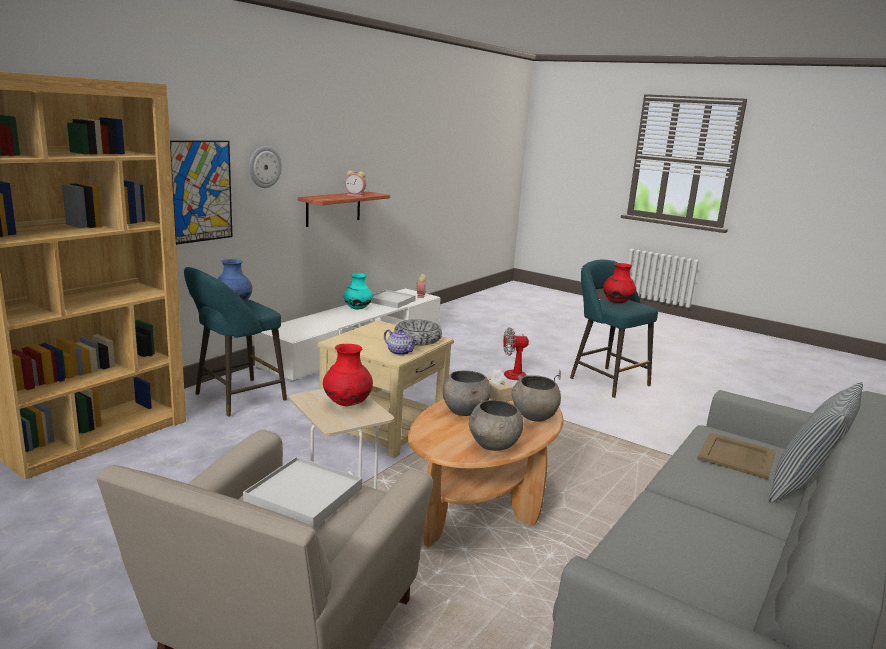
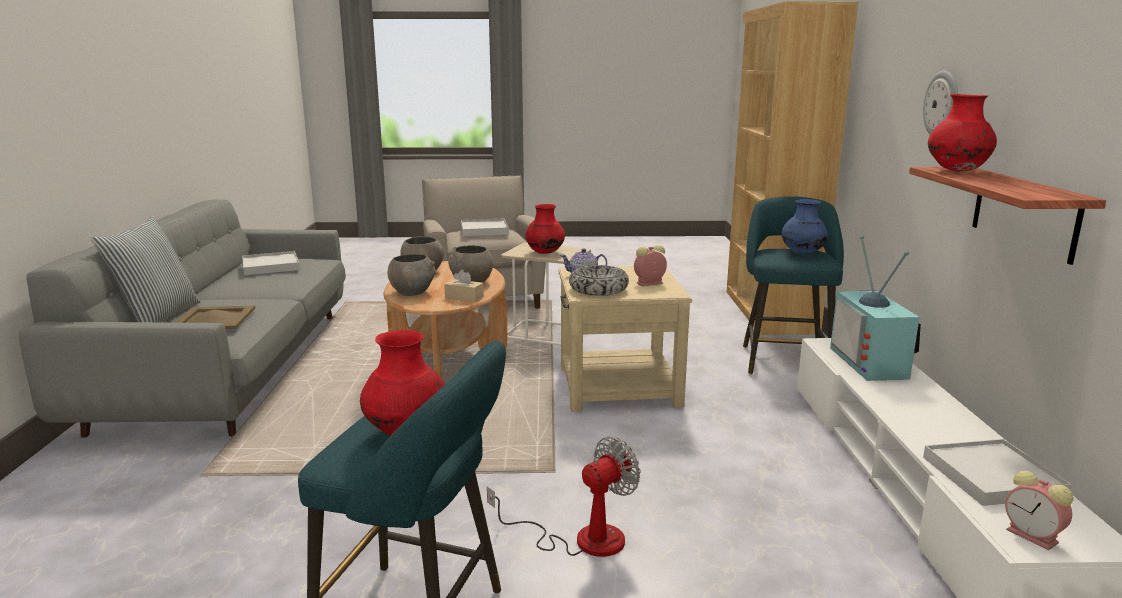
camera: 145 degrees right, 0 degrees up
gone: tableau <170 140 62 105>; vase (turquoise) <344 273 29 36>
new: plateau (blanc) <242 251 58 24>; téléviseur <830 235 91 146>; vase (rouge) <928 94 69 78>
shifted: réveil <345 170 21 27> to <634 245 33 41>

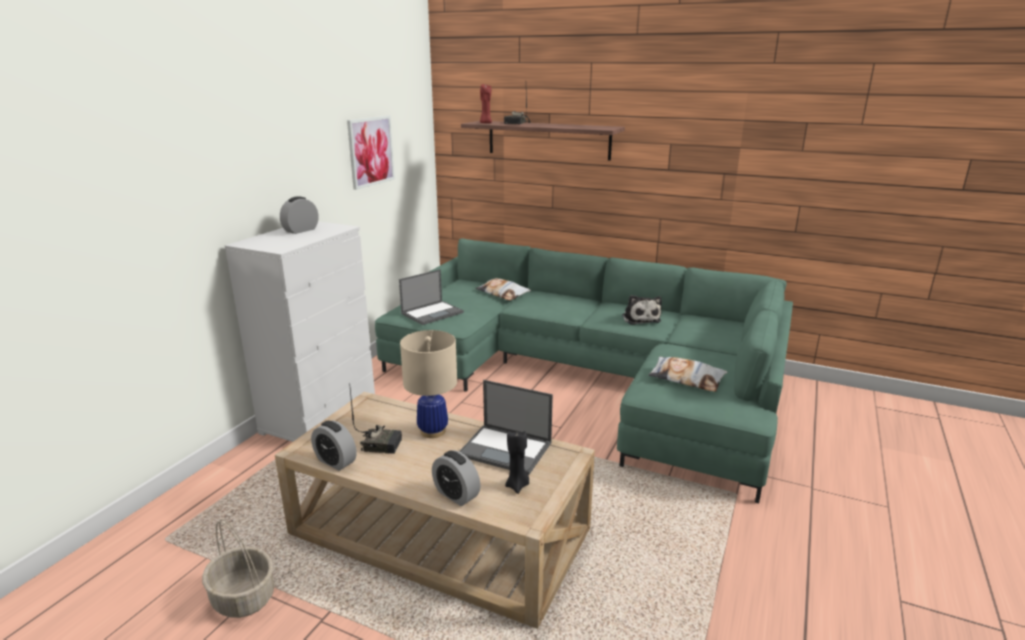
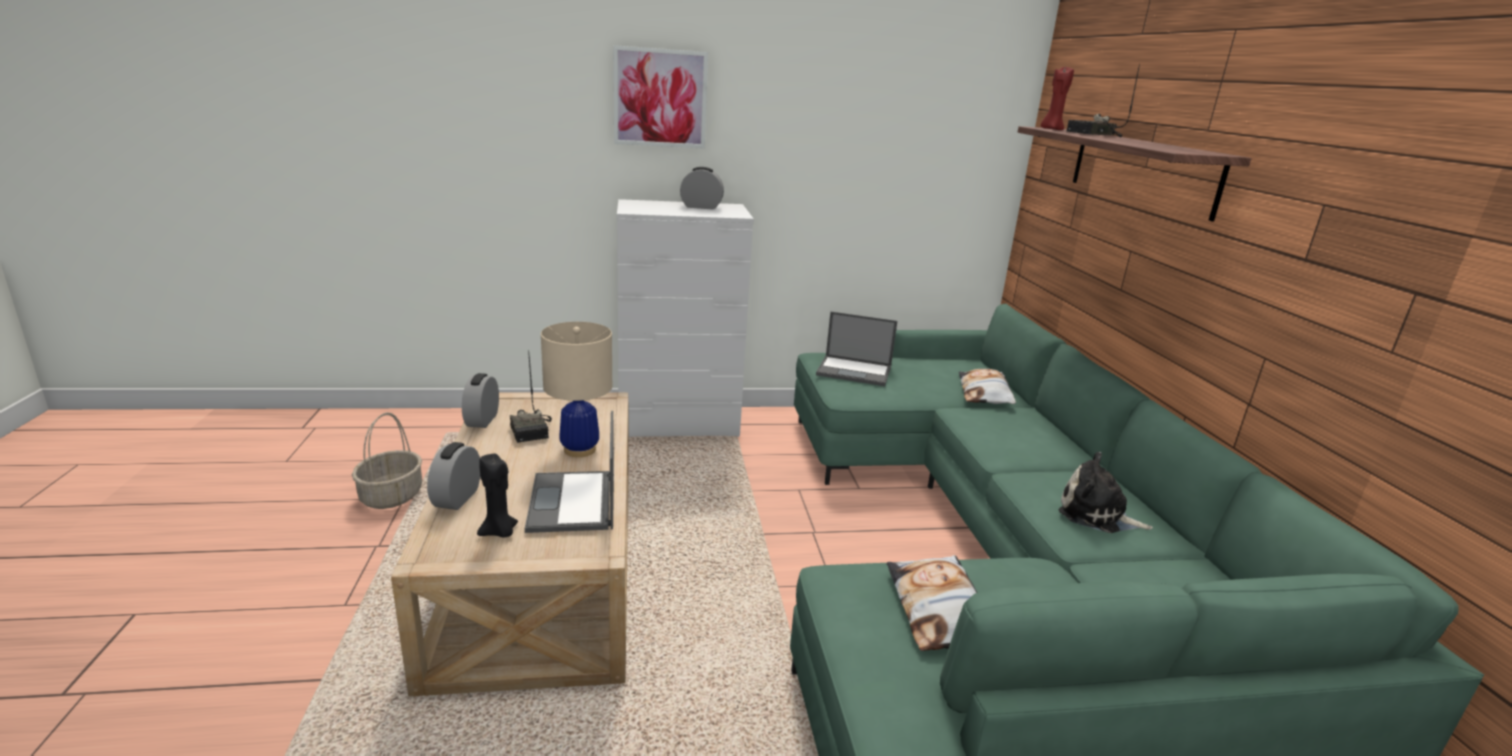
camera: 55 degrees right, 0 degrees up
shifted: tableau <347 115 48 75> to <613 45 95 104>
rotated: peluche <622 295 40 30> = <1058 452 95 81> 75 degrees clockwise

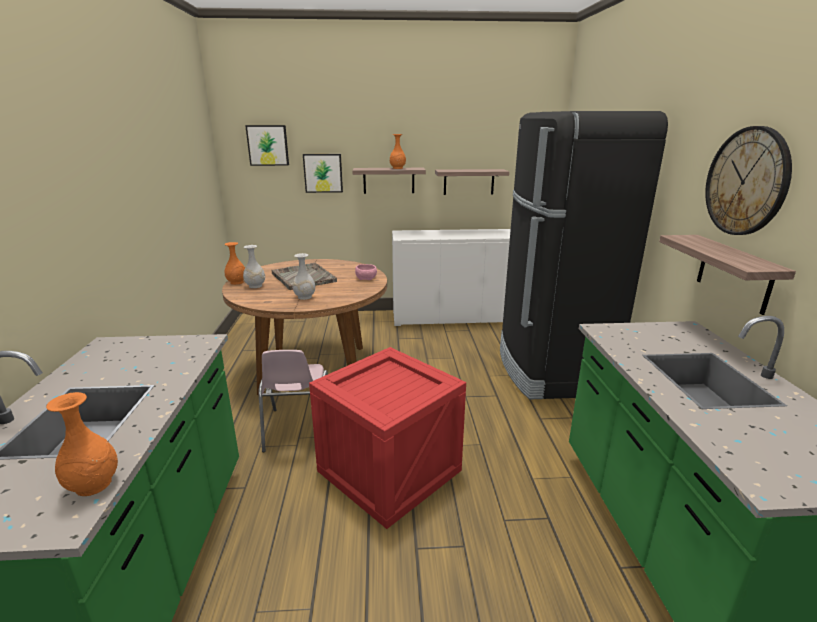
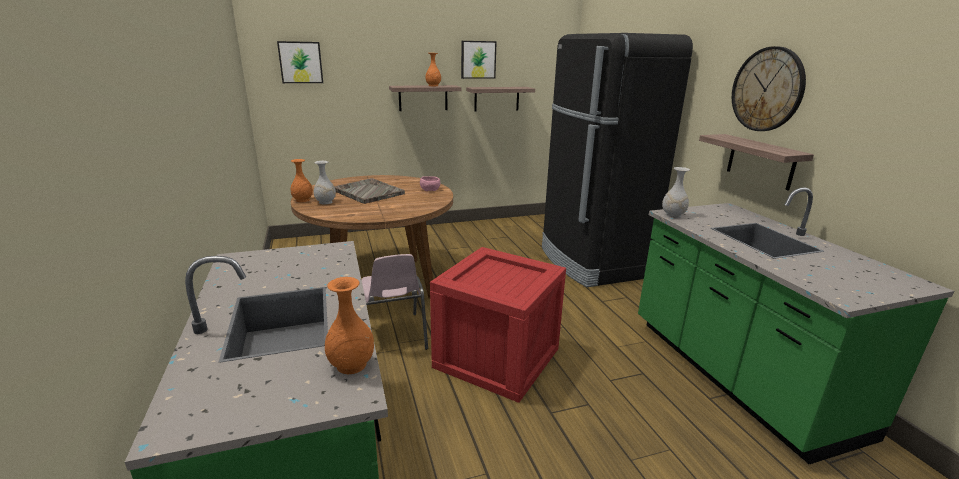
camera: 15 degrees left, 0 degrees up
gone: meuble de rangement (blanc) <392 229 119 97>
shifted: vase (blanc) <293 253 22 47> to <662 167 28 51>; tableau <303 154 40 39> to <461 41 36 38>

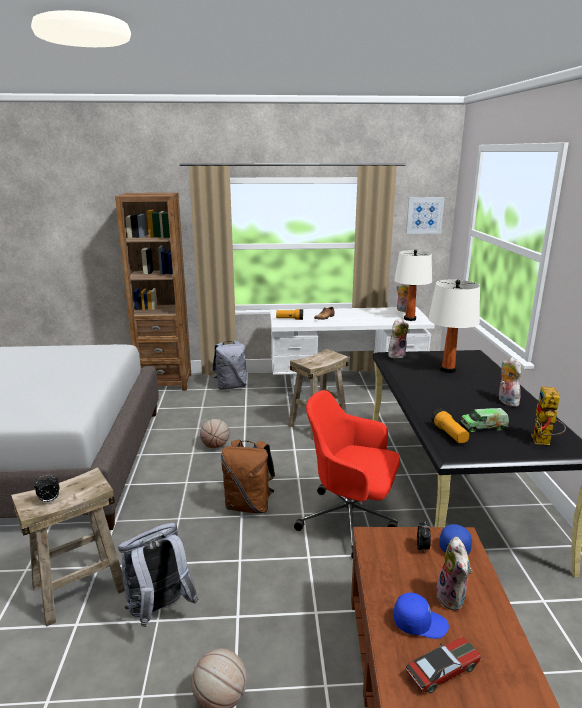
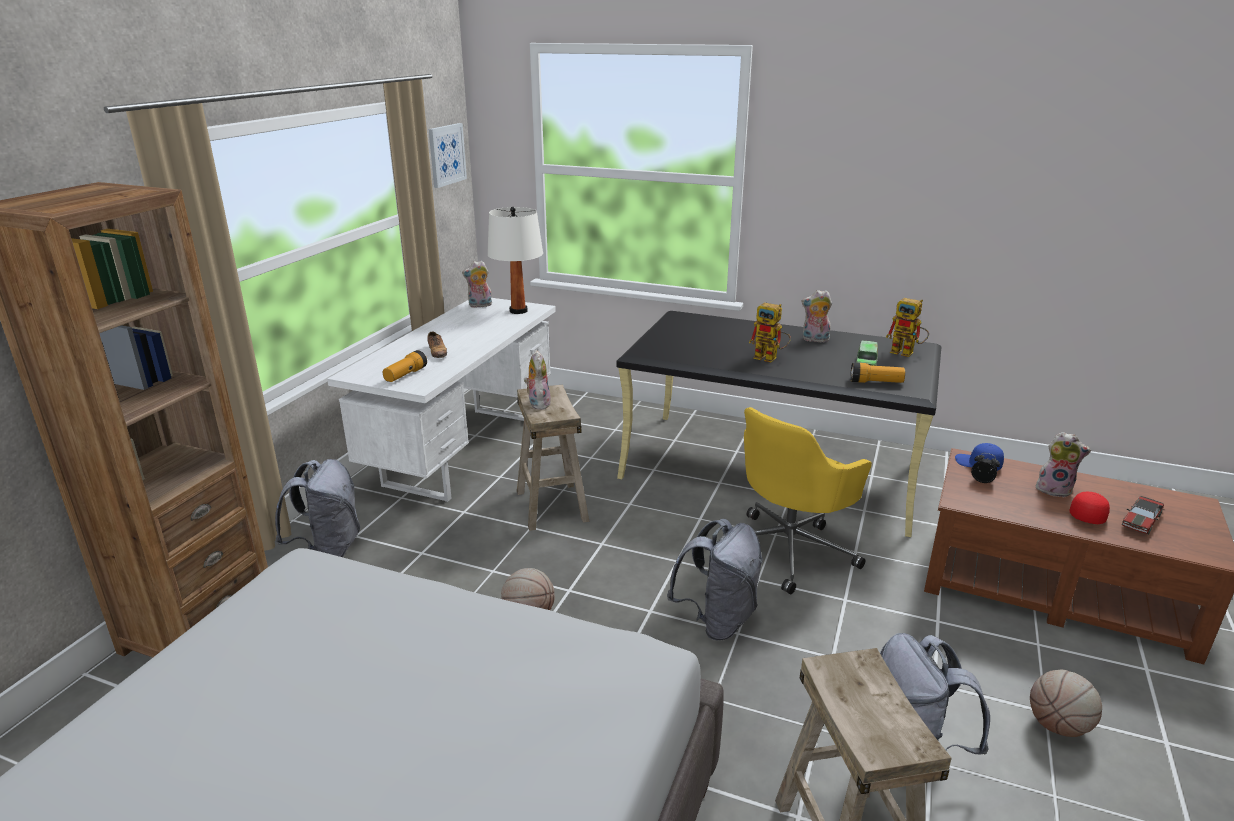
camera: 65 degrees left, 5 degrees up
gone: réveil <34 475 25 28>; lampe de table (blanc) <428 280 52 93>
new: robot jouet <749 303 42 59>
shifted: peluche <388 318 21 40> to <524 350 27 60>
repainted: sac à dos (marron) <221 439 54 75> to sac à dos (gris) <667 519 96 122>; chaise de bureau (rouge) <294 390 106 169> to chaise de bureau (jaune) <744 407 128 187>; casquette (bleu) <394 592 55 47> to casquette (rouge) <1070 492 40 32>
rotated: petite voiture <405 637 76 56> = <1122 496 42 38> 135 degrees counterclockwise

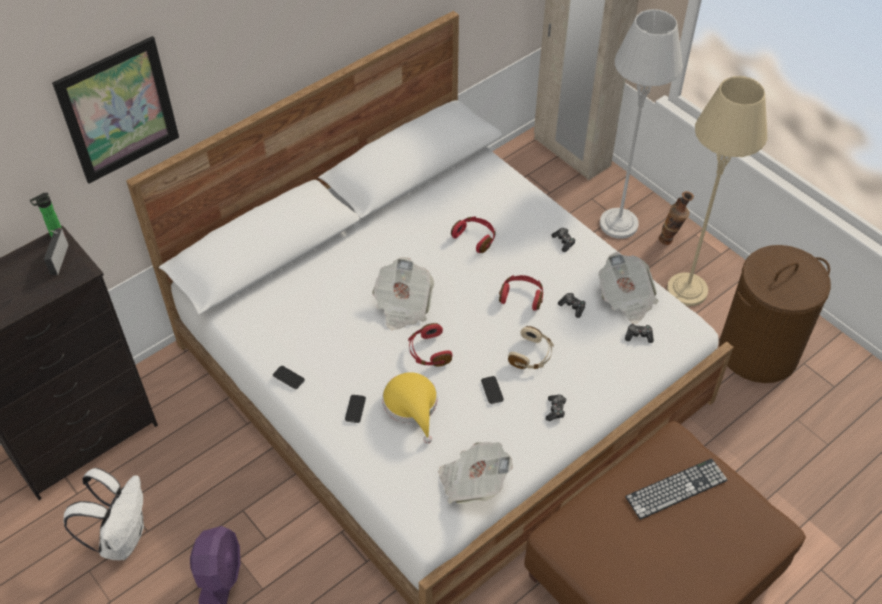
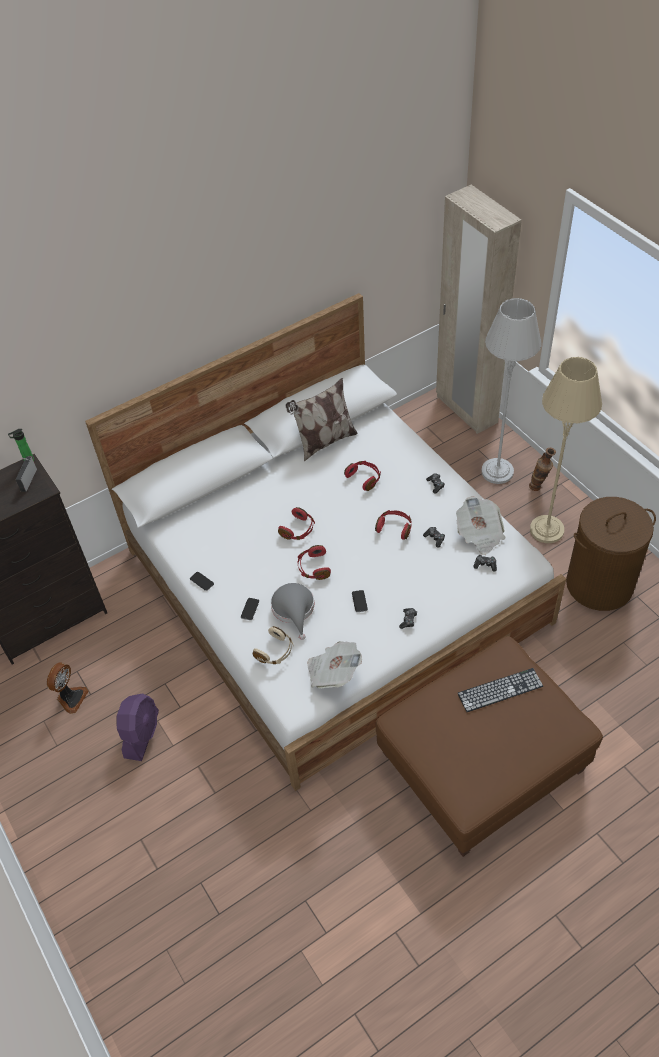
camera: 10 degrees right, 0 degrees up
gone: tableau <52 36 127 148>
new: coussin <285 378 73 84>
shifted: casque audio (beige) <508 326 46 43> to <252 626 42 38>
swapped: sac à dos (blanc) <63 468 81 92> to ventilateur <47 662 42 52>; journal <372 257 62 73> to casque audio (rouge) <278 507 37 33>
repainted: chapeau (jaune) <382 372 55 72> to chapeau (gris) <271 583 43 57>

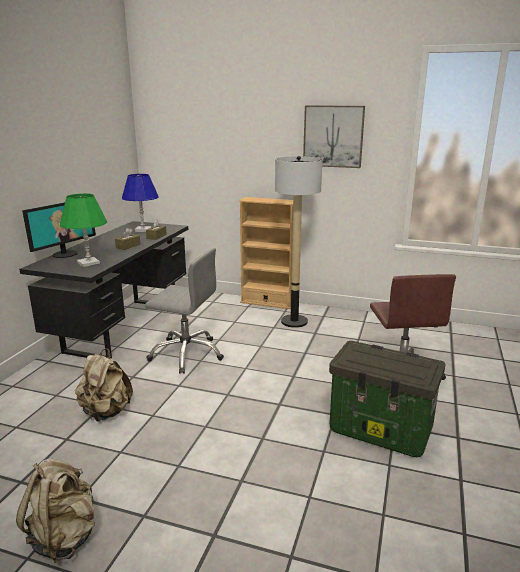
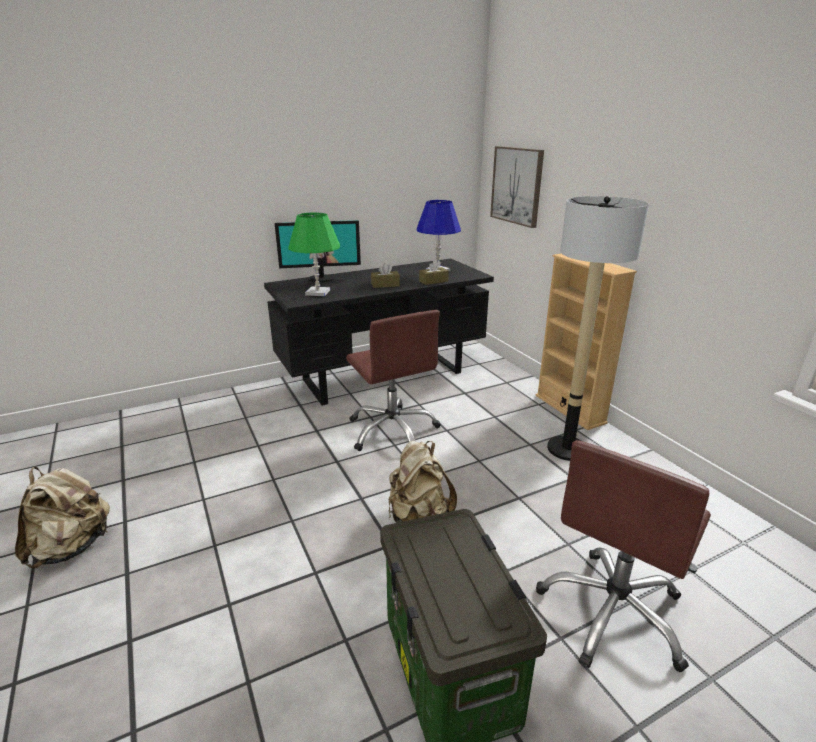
camera: 45 degrees right, 5 degrees up
shifted: sac à dos (beige) <75 349 58 73> to <389 441 68 82>; tableau <303 105 62 63> to <490 146 54 82>
repainted: chaise de bureau (gris) <145 248 79 126> to chaise de bureau (marron) <346 310 95 141>

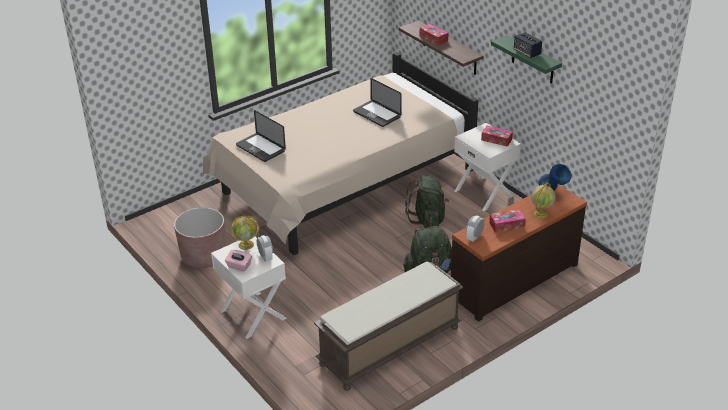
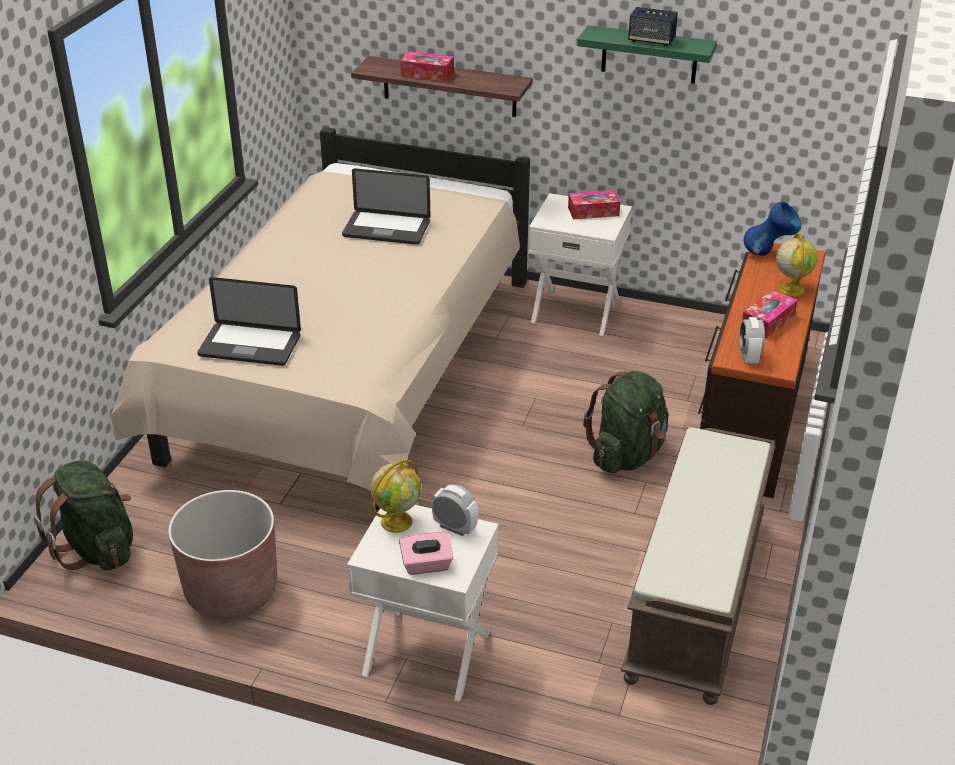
camera: 35 degrees left, 0 degrees up
shifted: sac à dos (vert) <405 175 45 53> to <34 460 99 111>

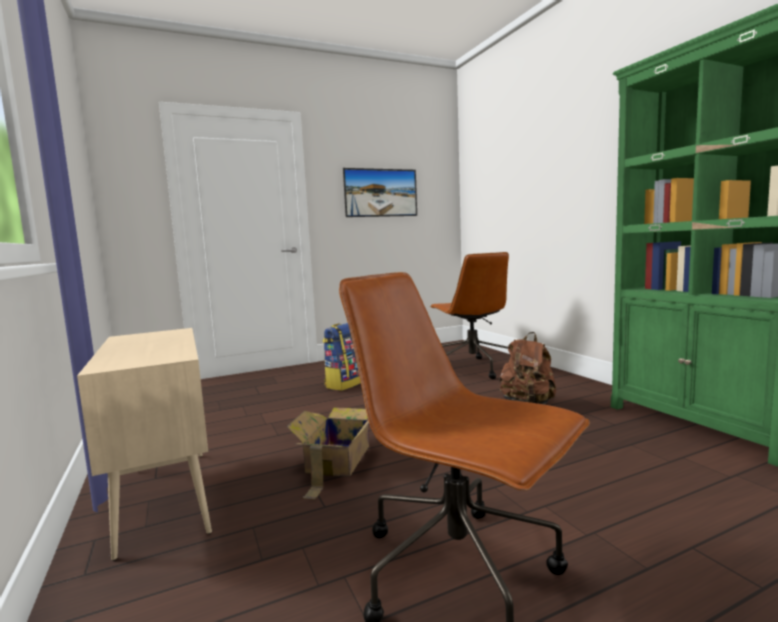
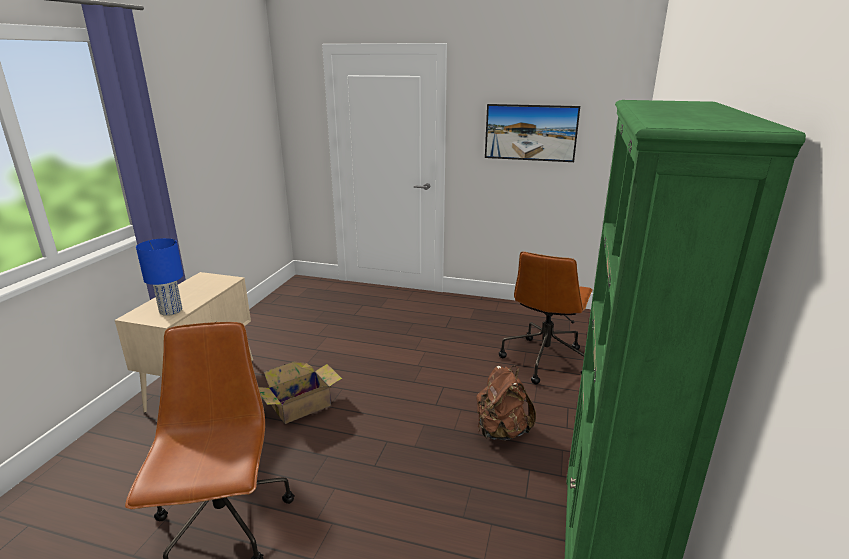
camera: 40 degrees right, 15 degrees up
gone: sac à dos <323 323 38 68>
new: lampe de table (bleu) <136 238 47 78>

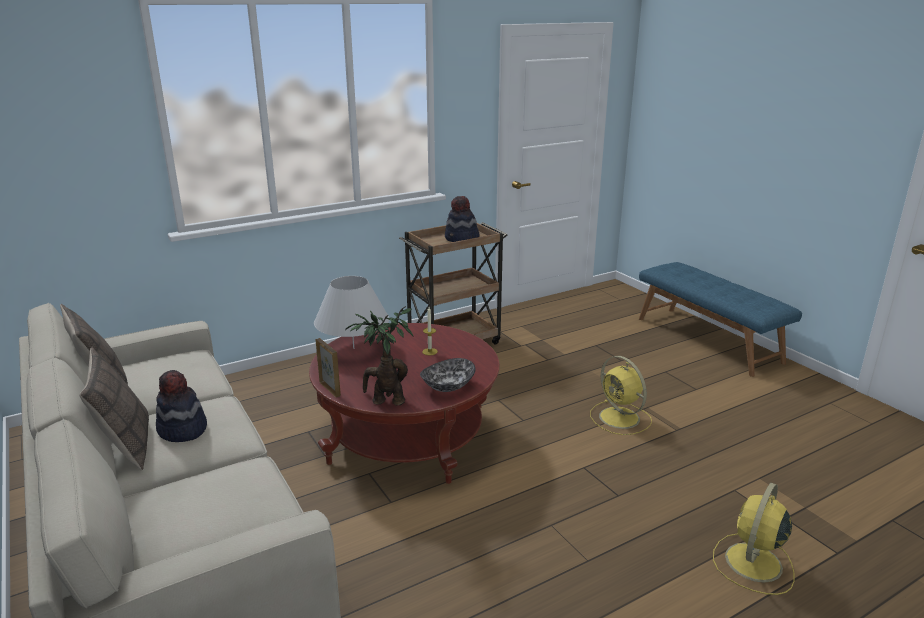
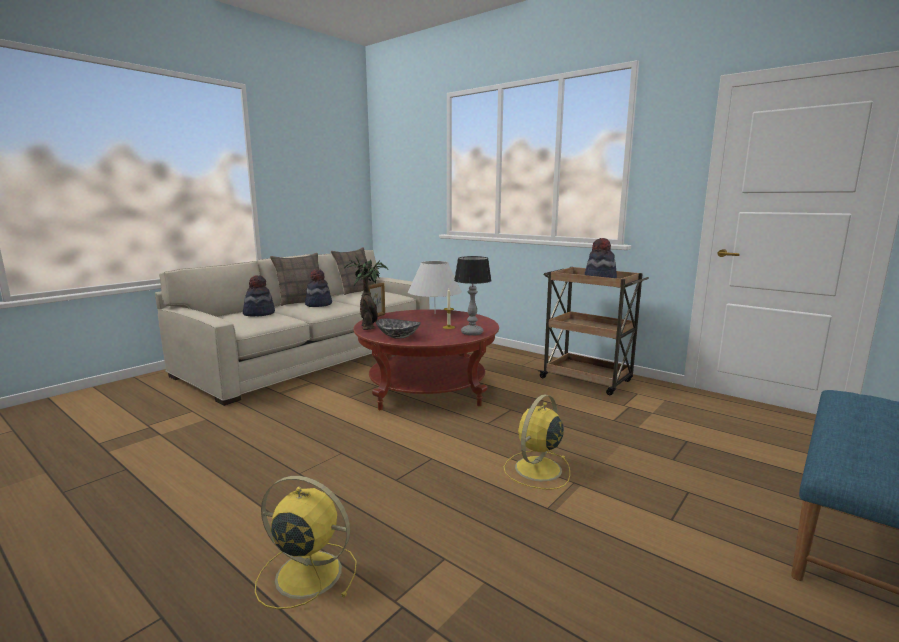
camera: 70 degrees right, 10 degrees down
new: chapeau <243 275 32 41>; lampe de table <454 256 38 80>

